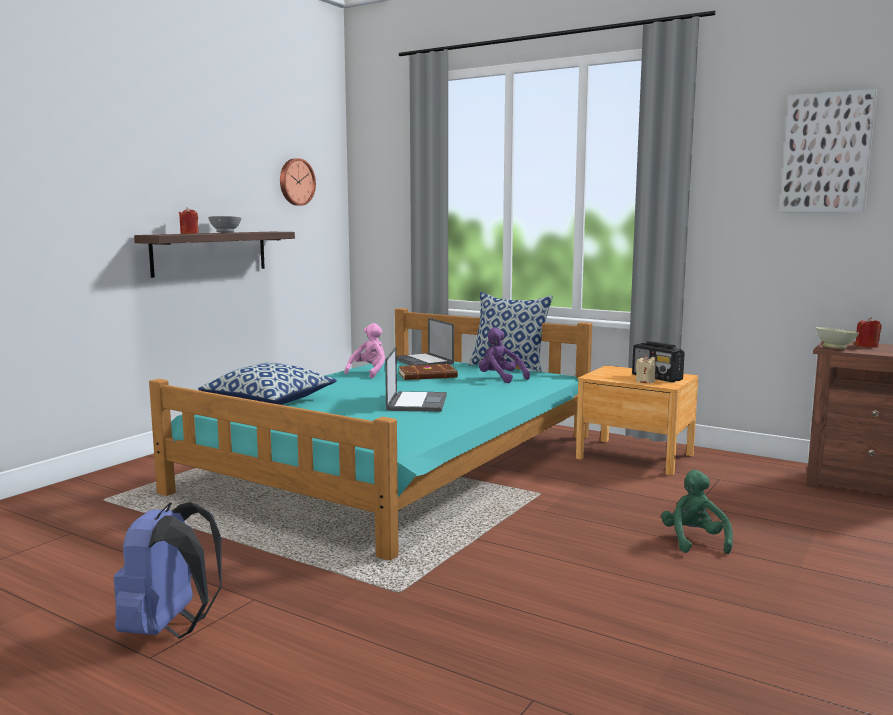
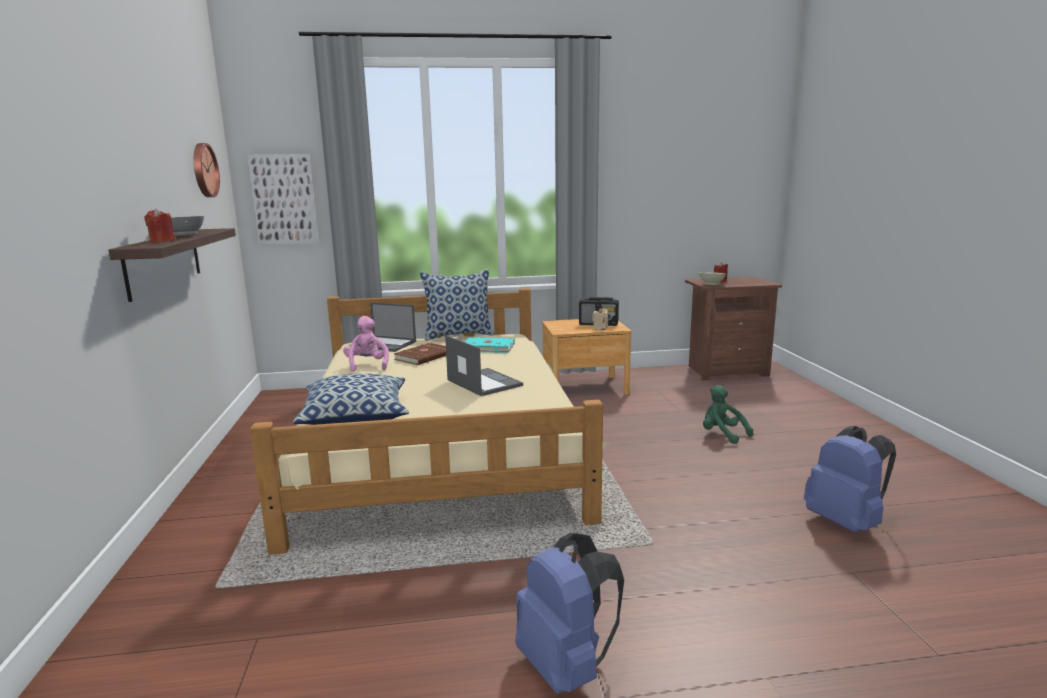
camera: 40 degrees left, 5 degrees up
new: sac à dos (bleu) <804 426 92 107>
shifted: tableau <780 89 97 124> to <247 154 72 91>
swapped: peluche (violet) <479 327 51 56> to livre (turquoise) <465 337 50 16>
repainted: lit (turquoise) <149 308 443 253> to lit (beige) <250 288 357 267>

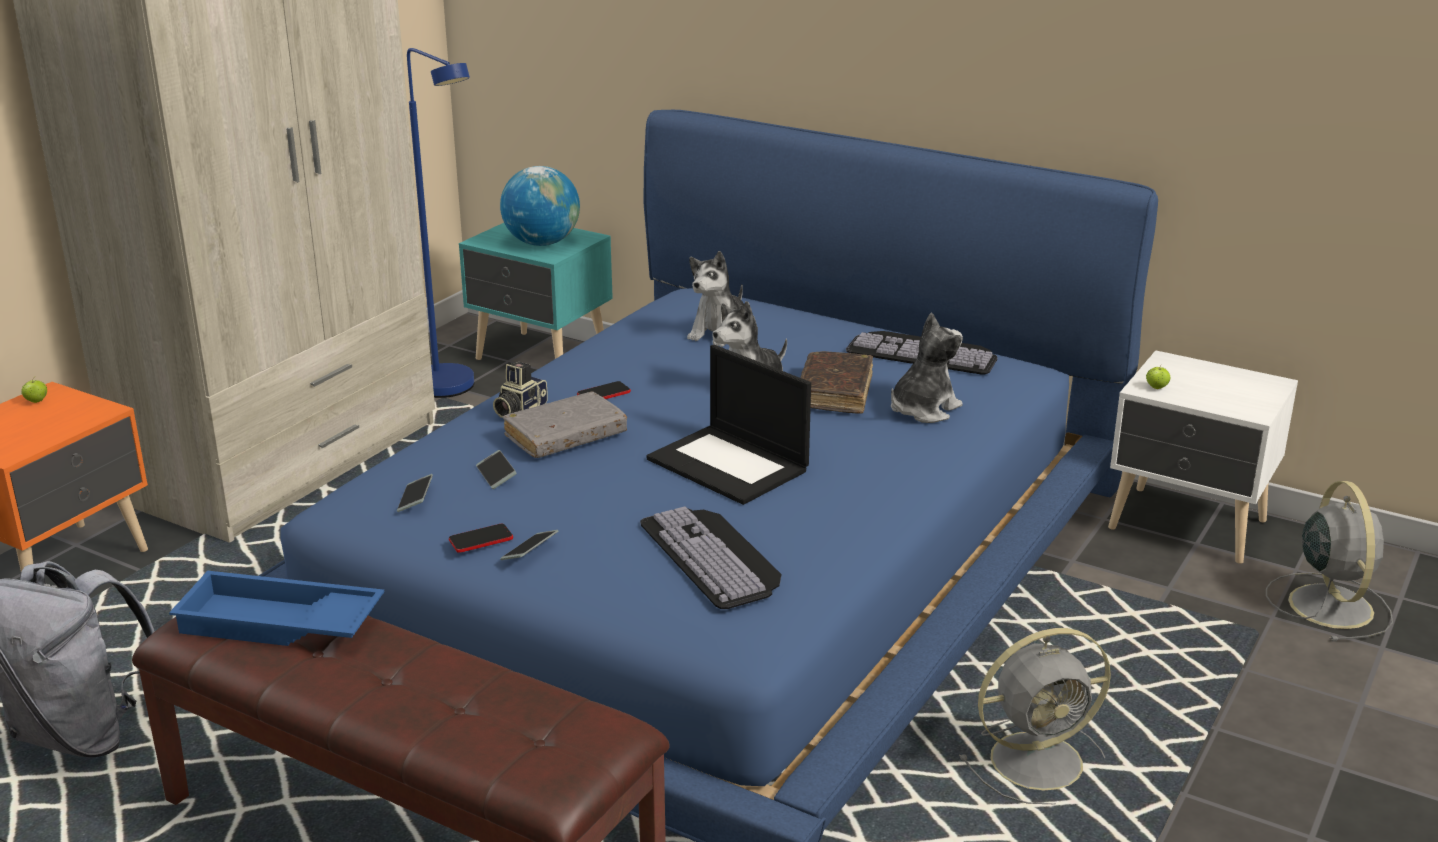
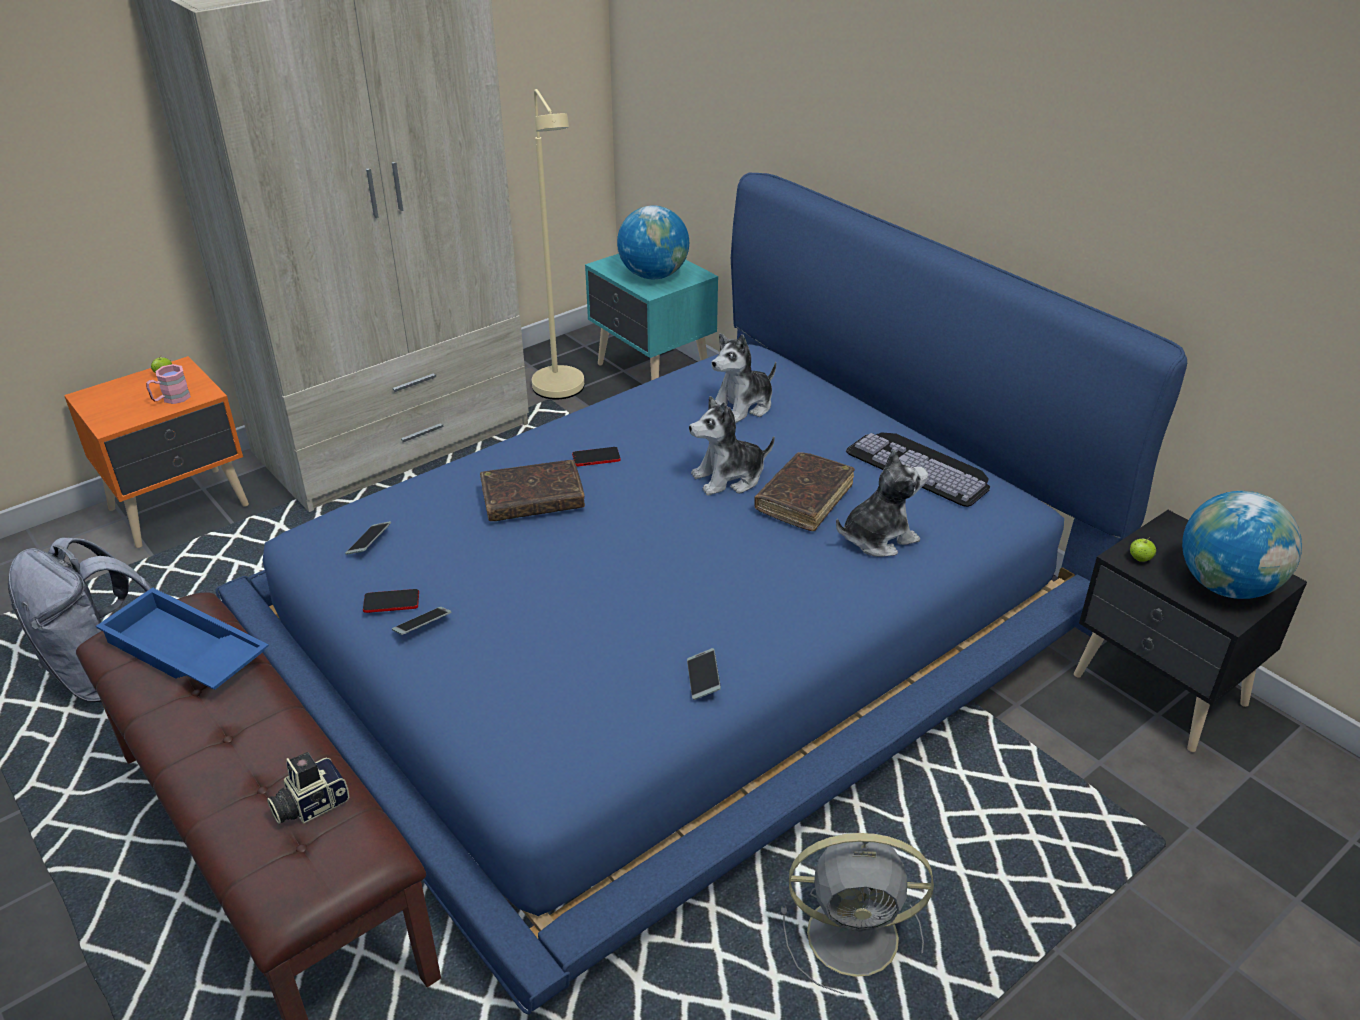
camera: 20 degrees right, 10 degrees up
gone: clavier <640 506 141 103>; ordinateur portable <647 345 164 160>; ventilateur (gris) <1266 481 127 161>
new: mug (rose) <146 364 45 40>; globe <1182 491 120 108>
shifted: téléphone <476 450 41 39> to <687 648 34 52>; appareil photo <493 361 55 57> to <267 752 82 72>
repainted: lampadaire (bleu) <407 48 67 350> to lampadaire (beige) <532 89 52 310>; livre (gris) <503 392 124 66> to livre (marron) <480 460 105 61>; table de chevet (blanc) <1108 350 190 214> to table de chevet (noir) <1074 510 233 242>

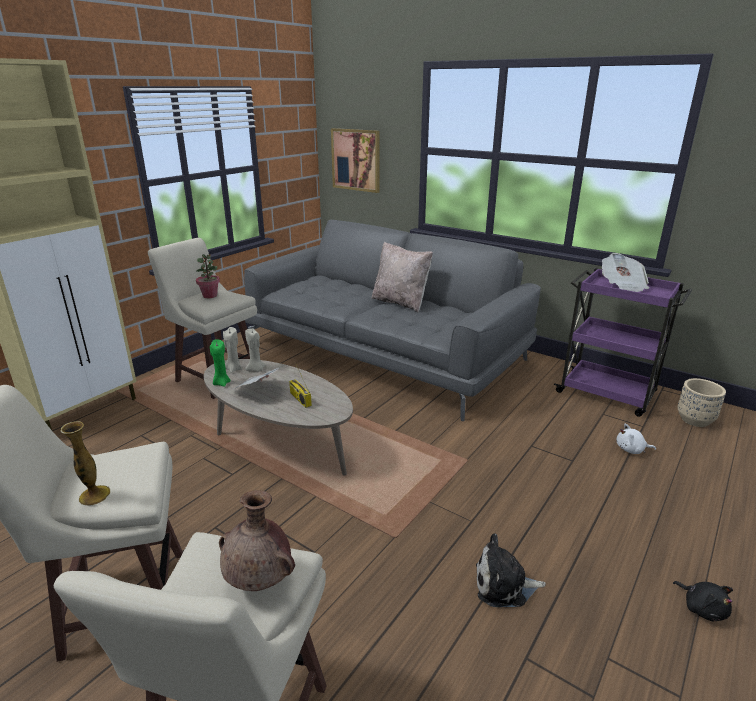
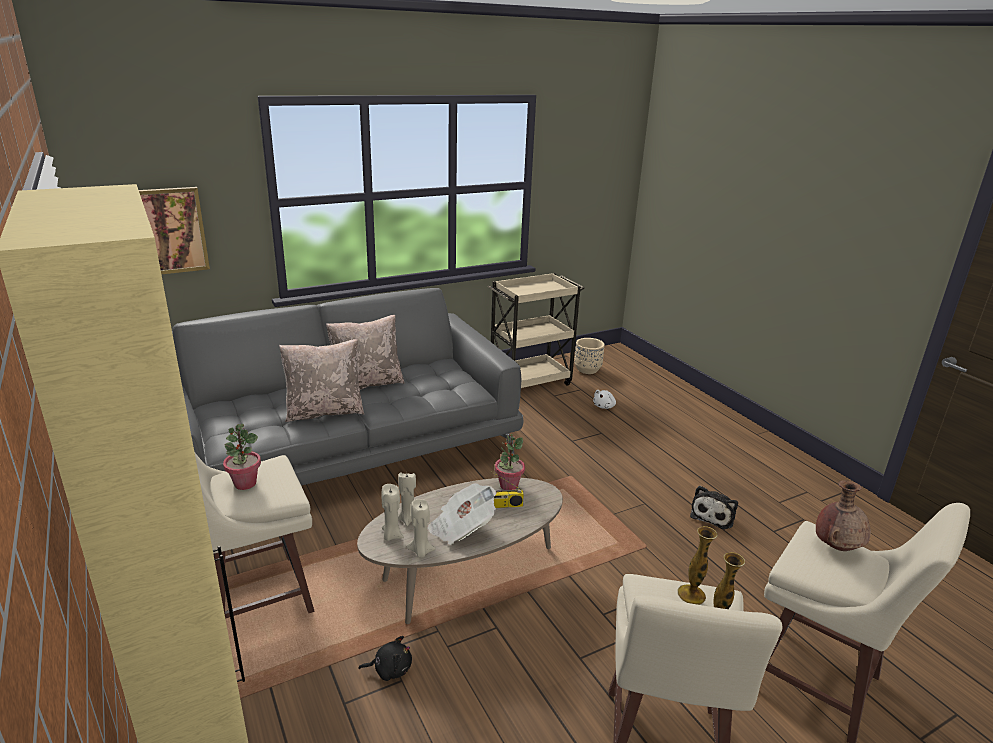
camera: 65 degrees left, 0 degrees up
gone: journal <602 253 47 39>
new: coussin (beige) <279 339 86 83>; plante en pot <495 434 30 56>; vase <677 526 41 79>
shifted: peluche (noir) <673 581 60 40> to <359 636 53 45>
repainted: bougie (vert) <210 339 21 48> to bougie (beige) <407 499 29 59>; chariot (violet) <554 268 138 149> to chariot (beige) <488 273 96 115>

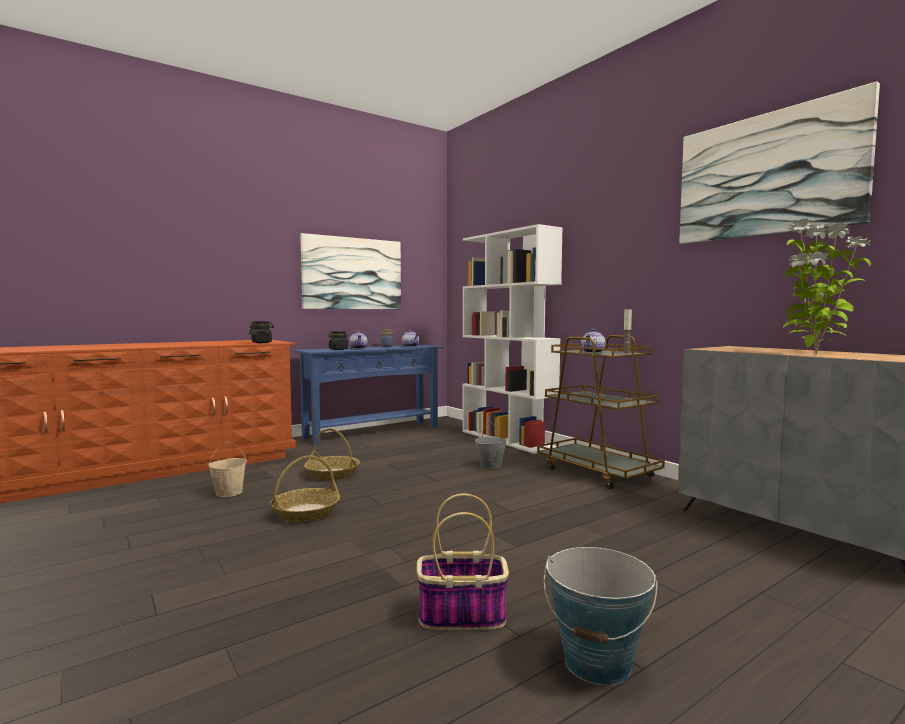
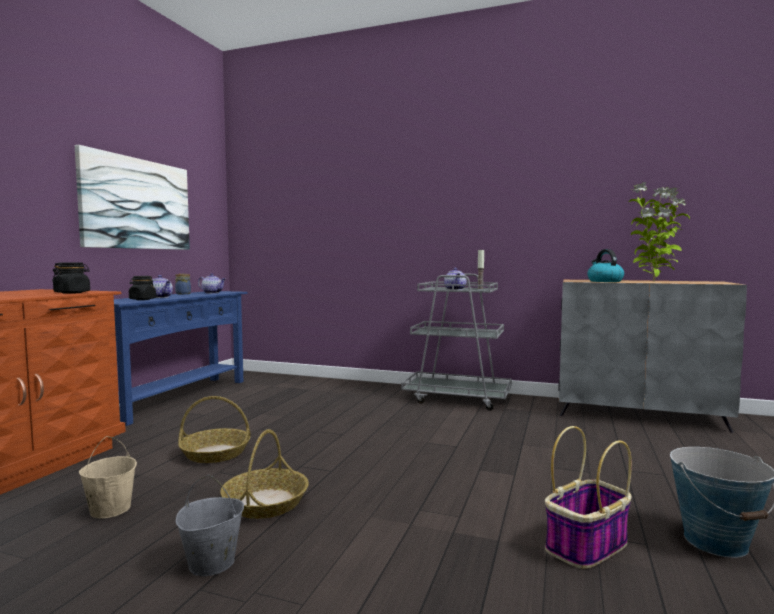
camera: 35 degrees left, 0 degrees up
gone: bibliothèque (blanc) <462 224 101 230>; tableau <679 81 201 163>
new: bouilloire <587 249 37 33>
shifted: seau (gris) <475 422 32 46> to <175 475 69 101>
repainted: chariot (marron) <537 335 128 154> to chariot (gris) <401 274 111 137>

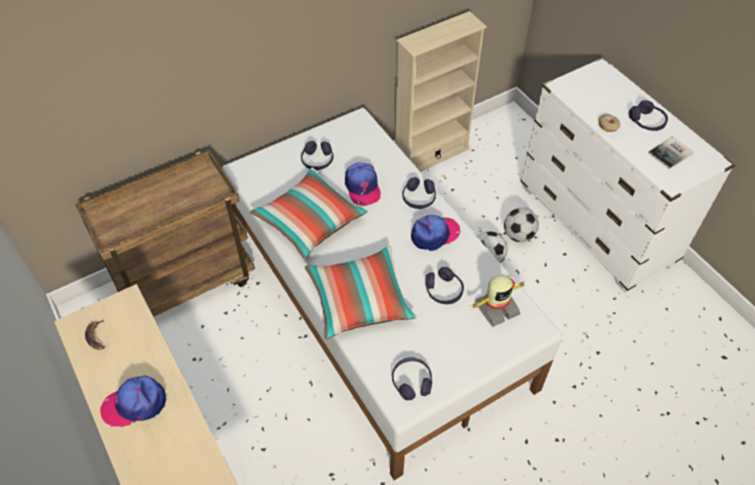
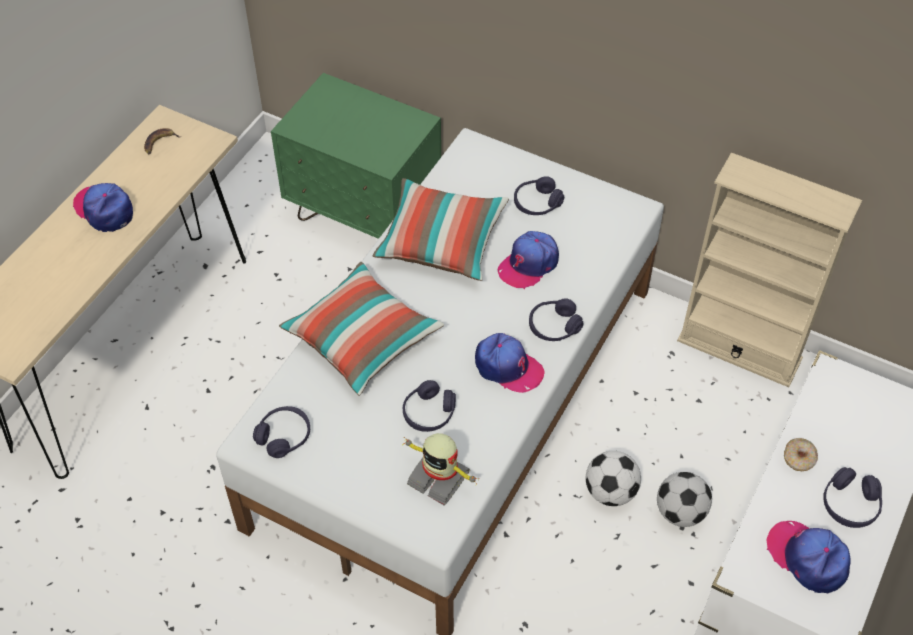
camera: 60 degrees right, 0 degrees up
swapped: chariot (marron) <75 150 180 167> to table de chevet (vert) <271 73 170 166>; livre <648 137 46 33> to casquette <766 521 85 72>

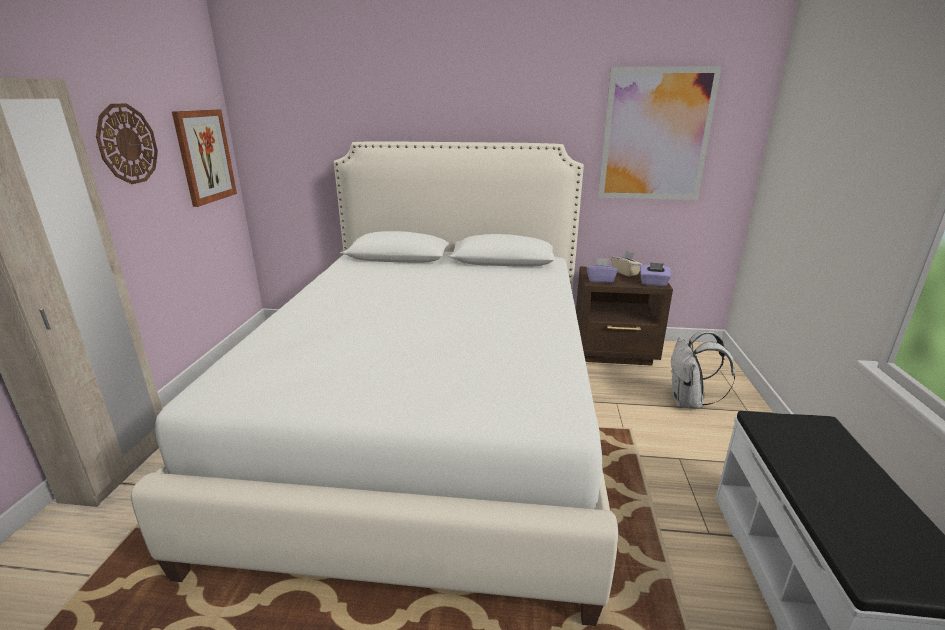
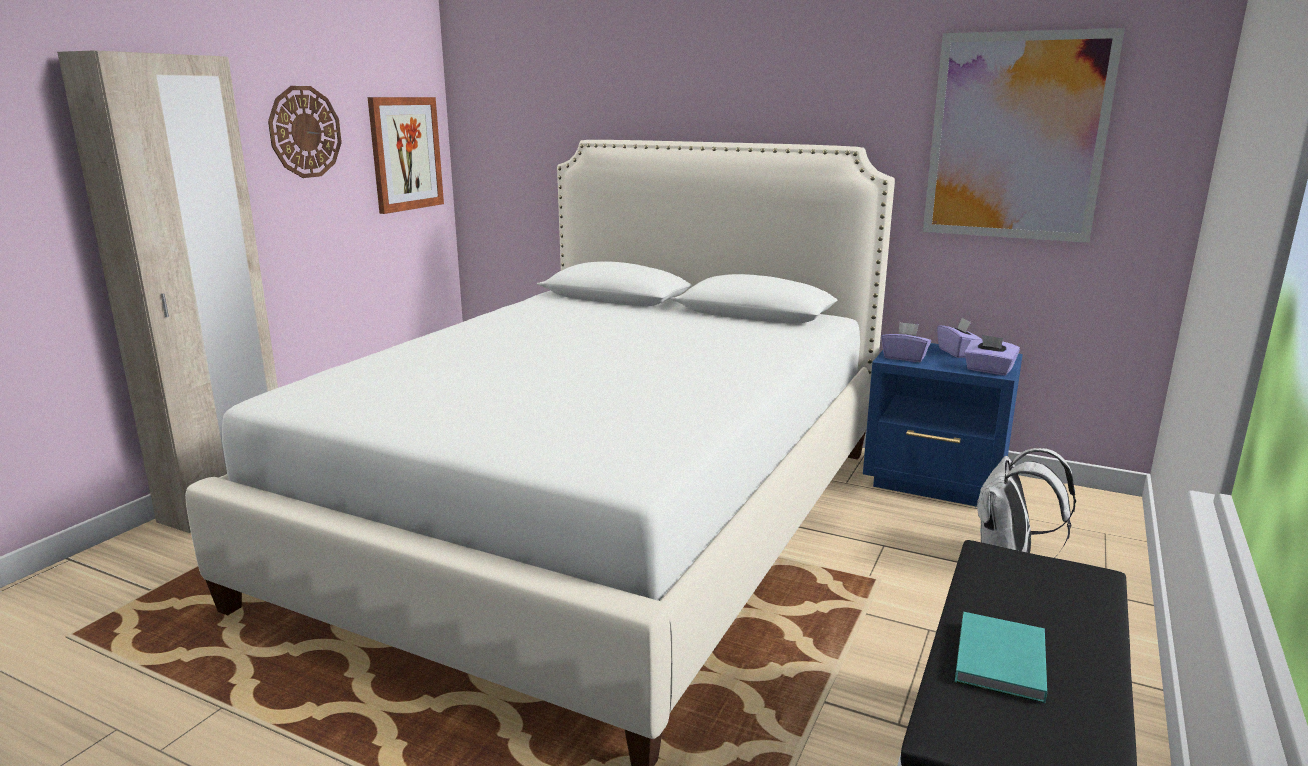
camera: 20 degrees right, 5 degrees down
new: livre (turquoise) <955 612 92 91>
repainted: table de chevet (marron) <576 266 97 100> to table de chevet (bleu) <863 343 160 164>; boîte à mouchoirs (beige) <611 251 32 26> to boîte à mouchoirs (violet) <937 318 44 40>

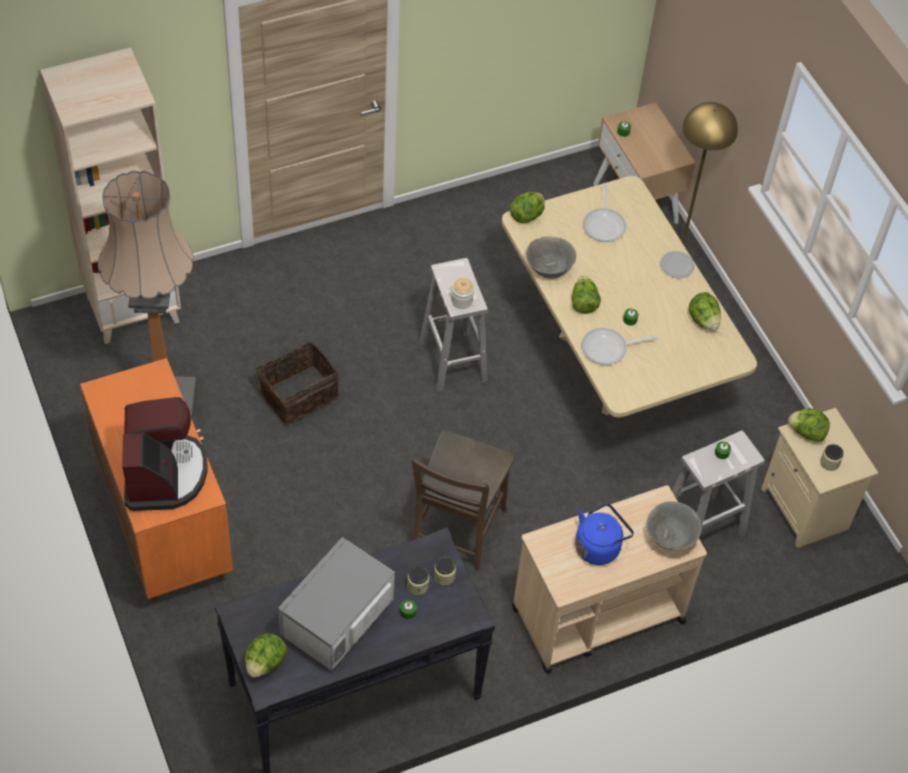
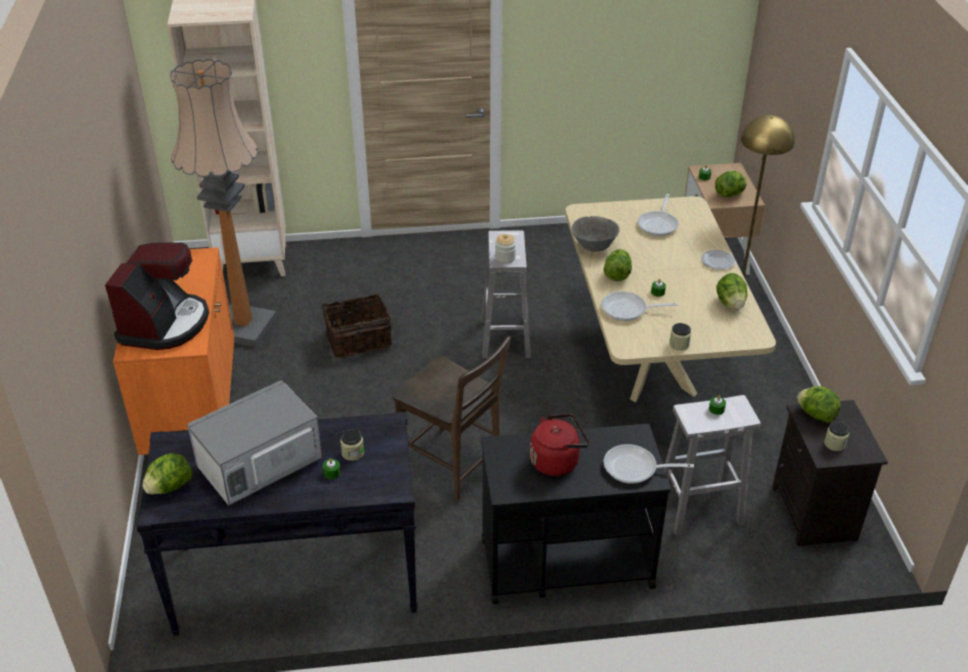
camera: 20 degrees right, 15 degrees down
shifted: bocal <434 557 22 28> to <669 323 22 28>; laitue <510 192 35 31> to <715 171 32 26>
swapped: bol (gris) <646 502 56 49> to poêle <604 444 90 40>
repainted: chariot (beige) <512 485 195 189> to chariot (noir) <481 424 190 180>; bouilloire (bleu) <575 503 59 62> to bouilloire (rouge) <530 414 59 62>; table de chevet (beige) <761 408 117 140> to table de chevet (noir) <772 400 116 146>
rotated: chaise (marron) <412 430 103 141> = <392 336 119 166> 90 degrees counterclockwise

